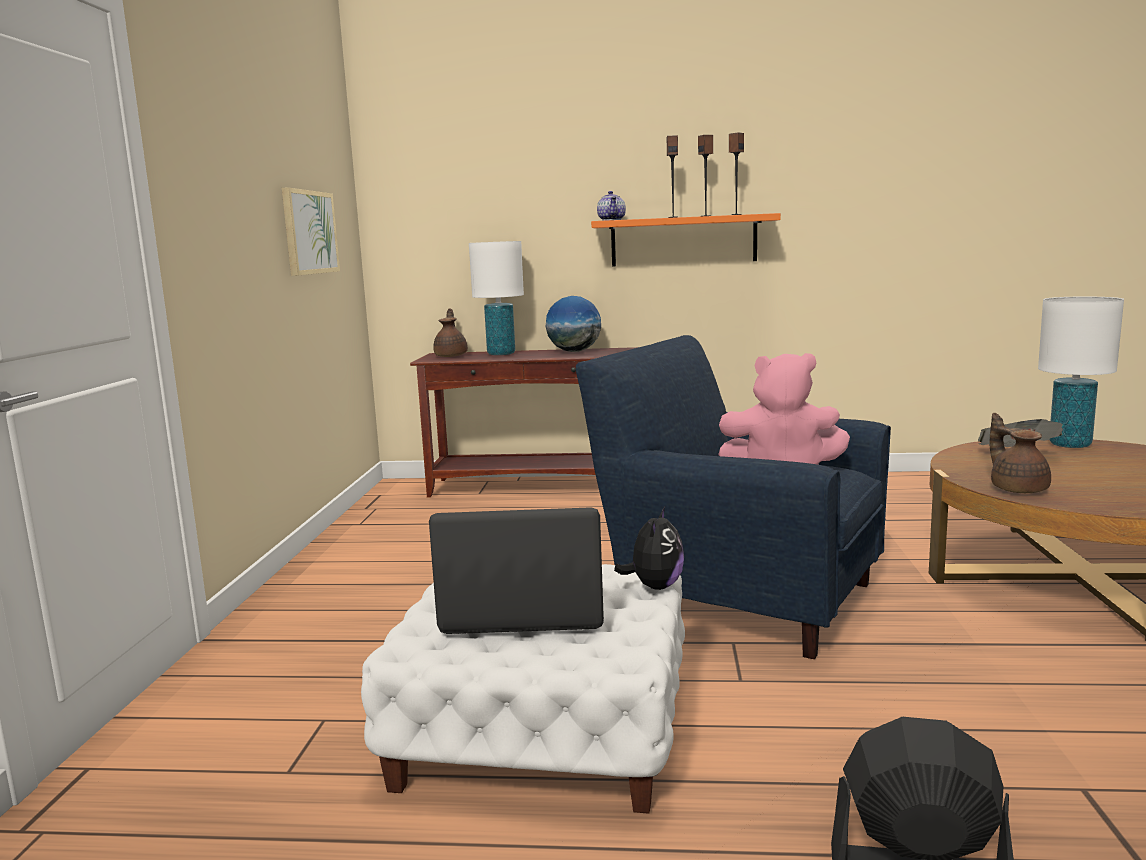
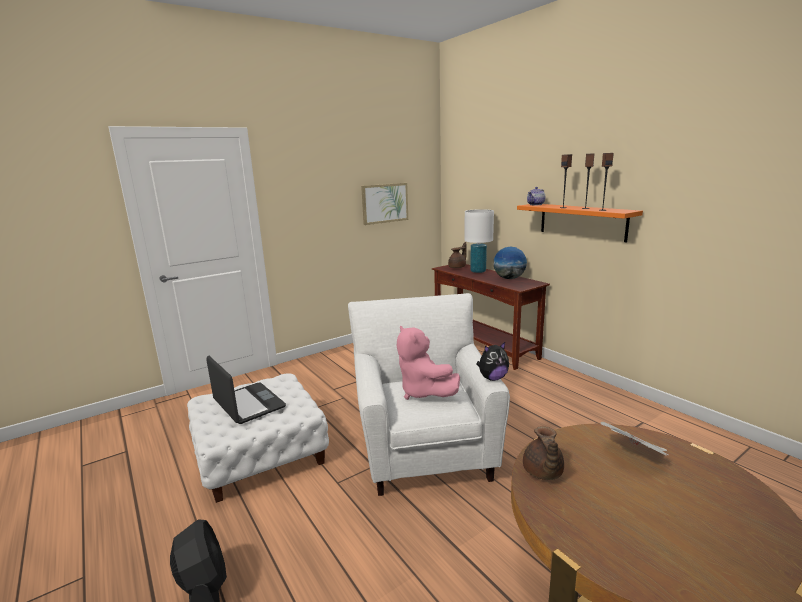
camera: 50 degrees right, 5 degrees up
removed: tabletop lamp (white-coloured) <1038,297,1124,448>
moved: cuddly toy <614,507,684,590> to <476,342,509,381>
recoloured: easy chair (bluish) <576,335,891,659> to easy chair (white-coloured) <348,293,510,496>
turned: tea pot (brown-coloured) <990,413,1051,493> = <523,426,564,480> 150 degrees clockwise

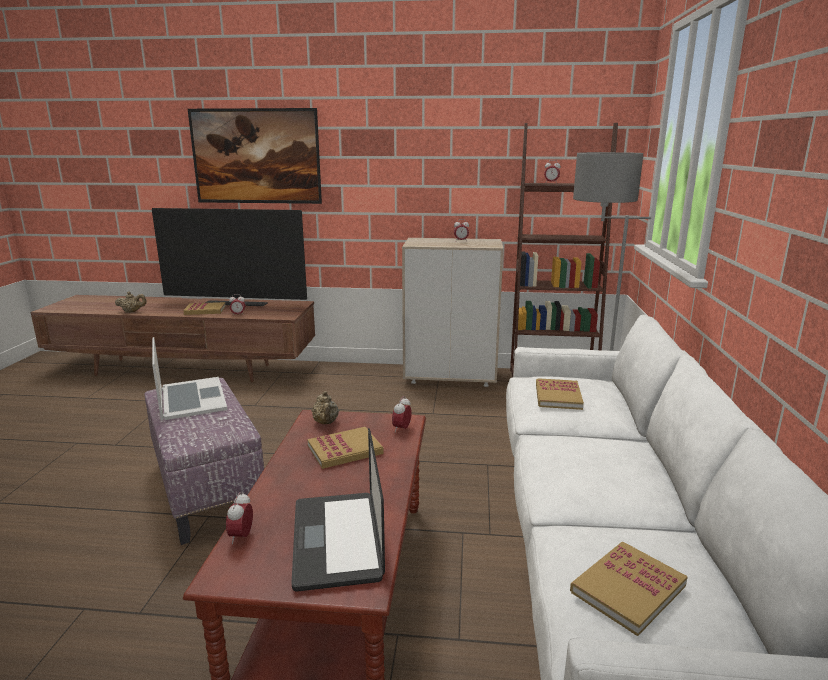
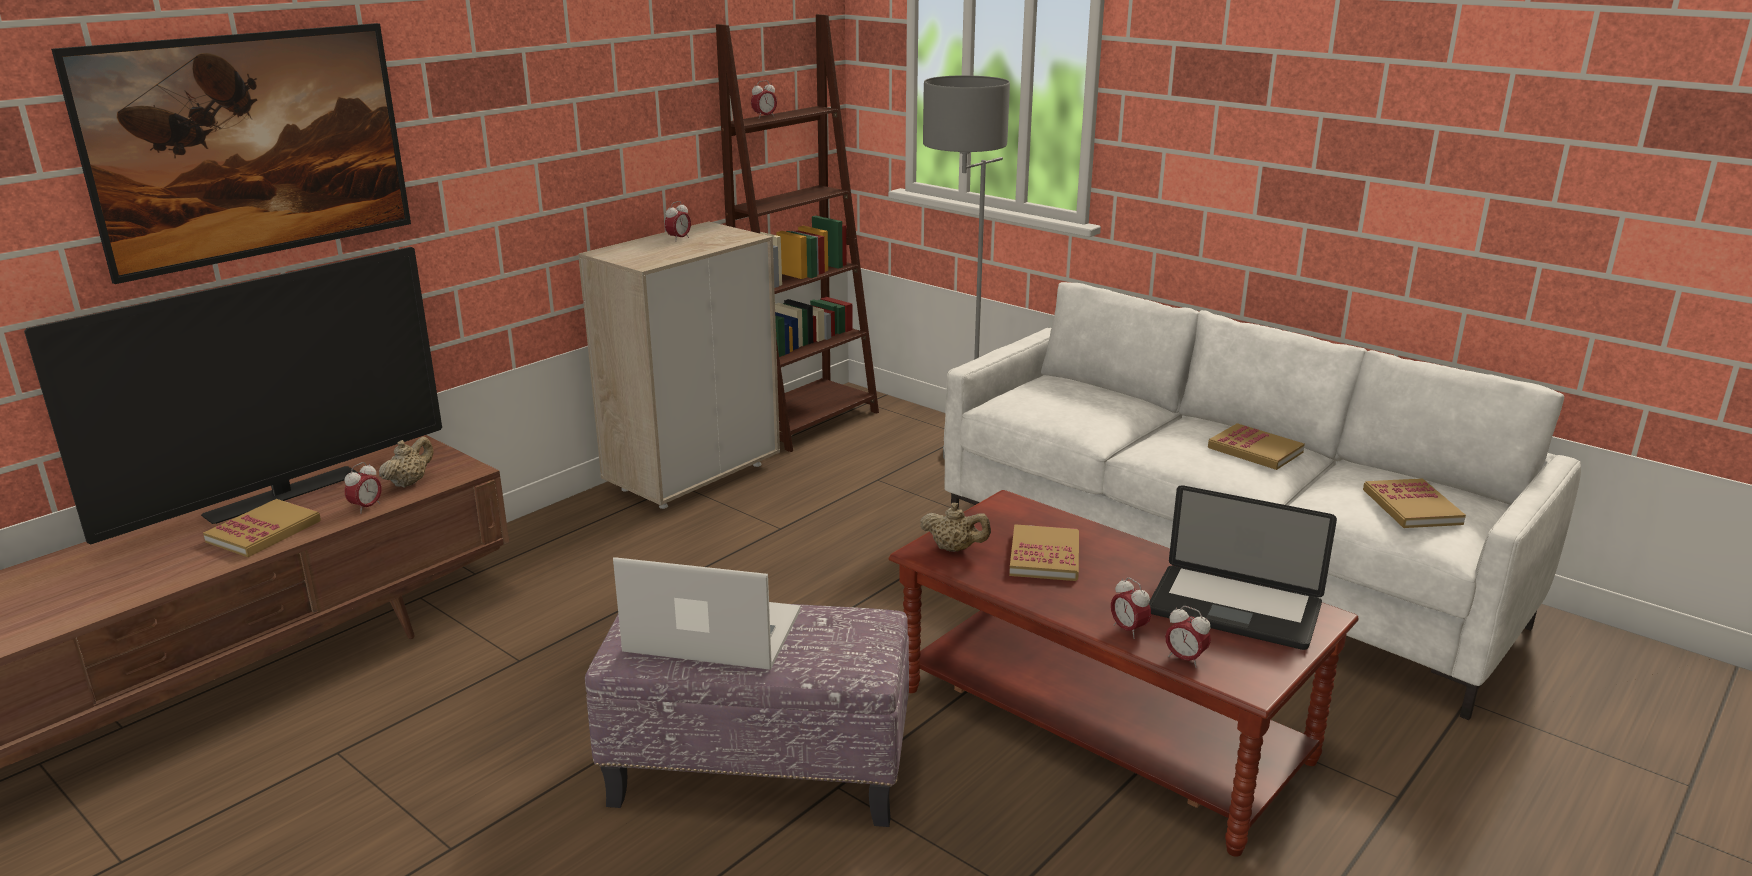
camera: 55 degrees left, 5 degrees up
moved: tea pot (beige-coloured) <115,291,147,313> to <379,437,433,488>; bound book <536,378,584,410> to <1208,423,1305,470>; table clock <392,396,412,433> to <1111,577,1151,639>

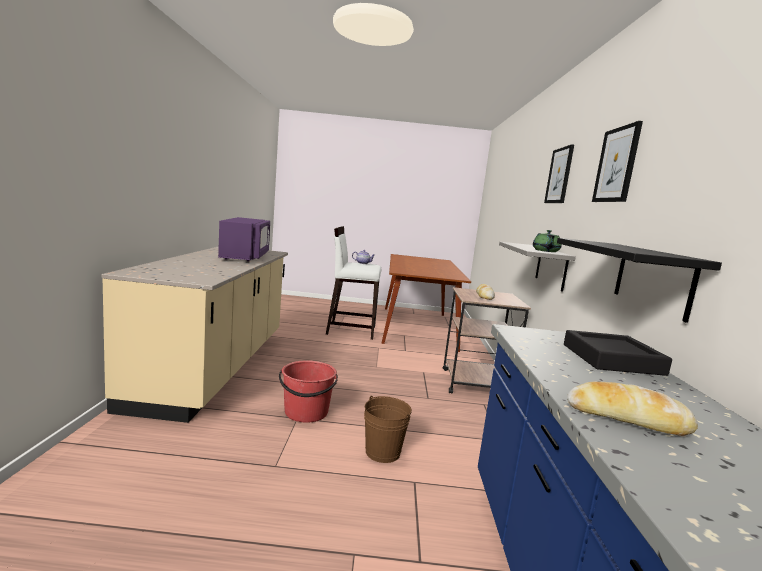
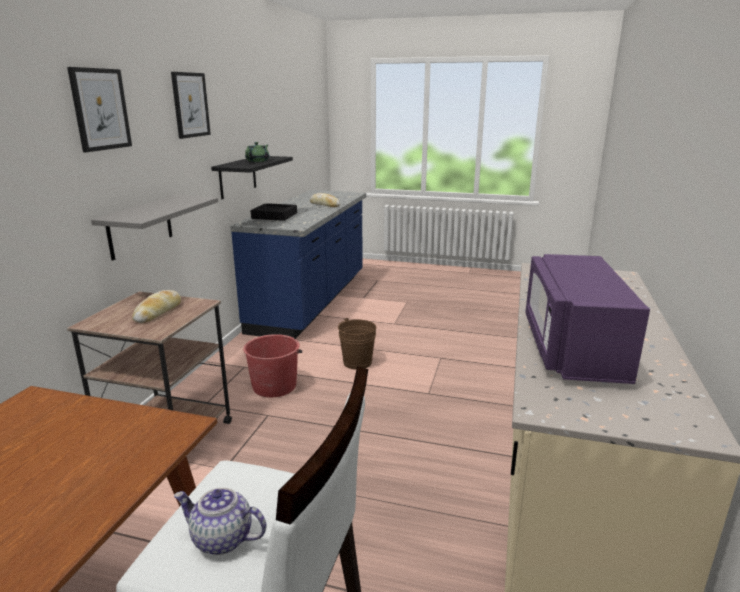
camera: 165 degrees left, 10 degrees up
moved: tea pot (greenish) <533,230,561,252> to <245,142,269,162>; water bucket (reddish) <279,360,338,423> to <243,334,302,397>

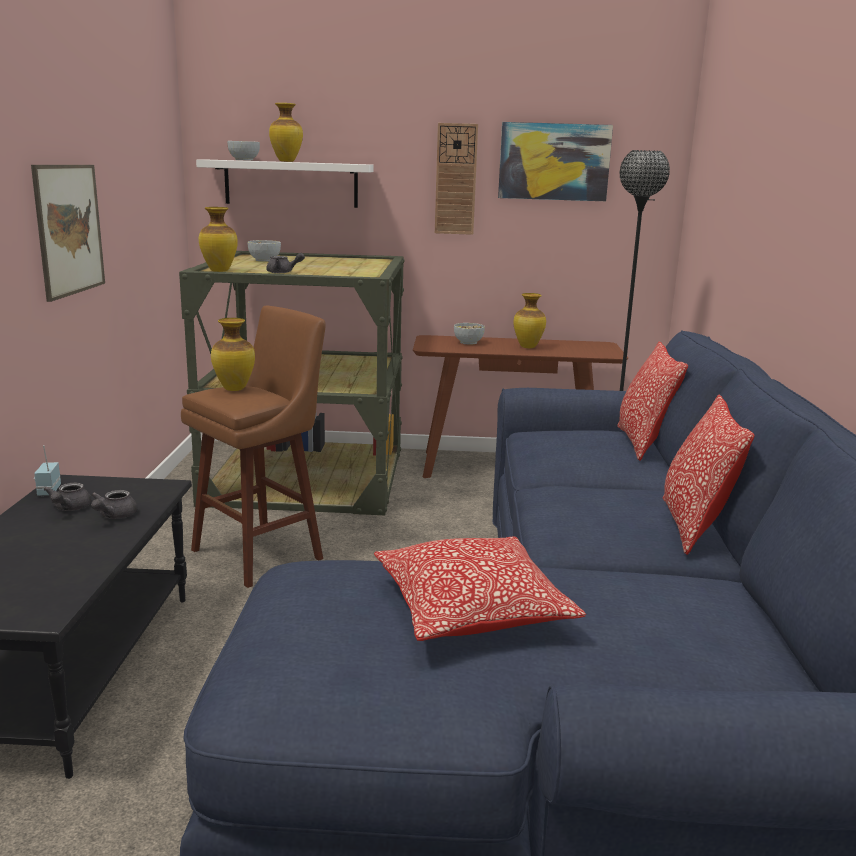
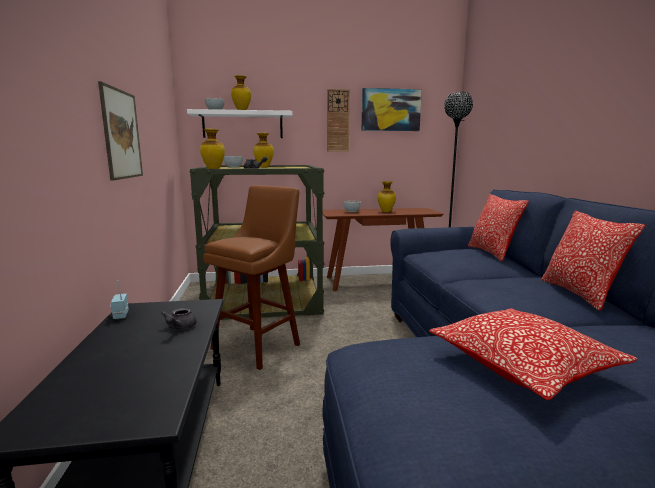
camera: 10 degrees left, 5 degrees down
removed: tea pot (greyish) <44,483,92,511>
moved: decorative vase <211,318,255,391> to <253,133,274,167>

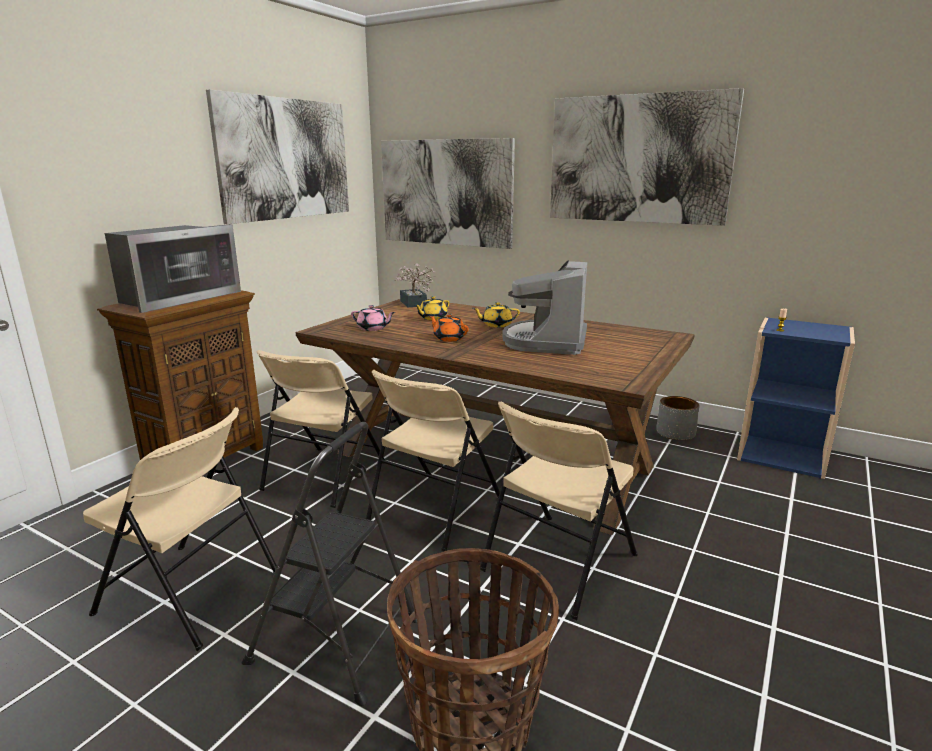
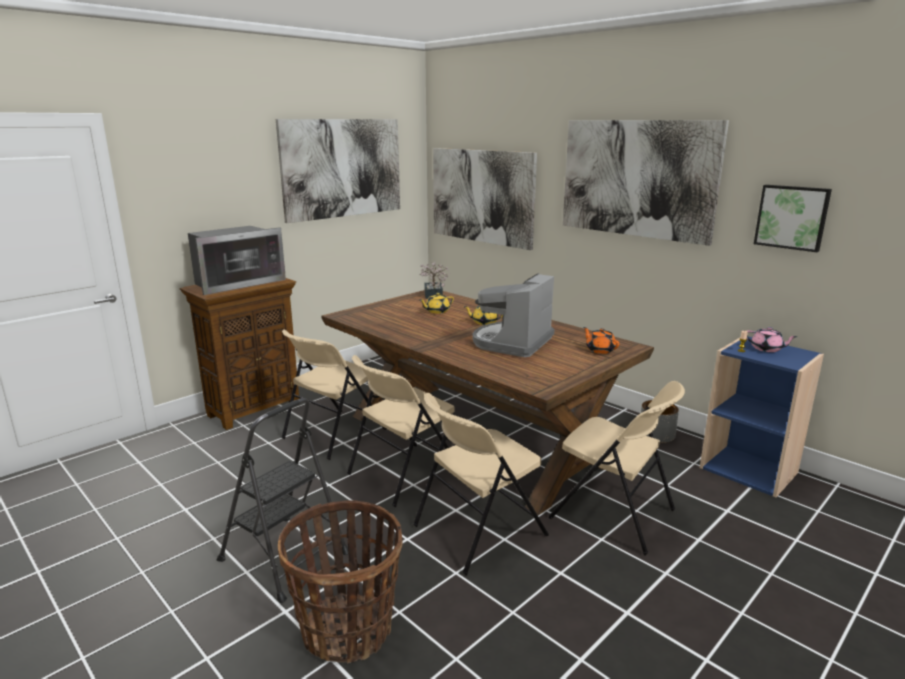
camera: 15 degrees right, 0 degrees up
added: wall art <754,185,832,252>
moved: tea pot (pink) <351,305,395,331> to <747,327,797,352>; tea pot (orange) <429,314,469,342> to <583,327,619,354>; plain chair (beige-coloured) <83,407,277,651> to <549,381,685,556>

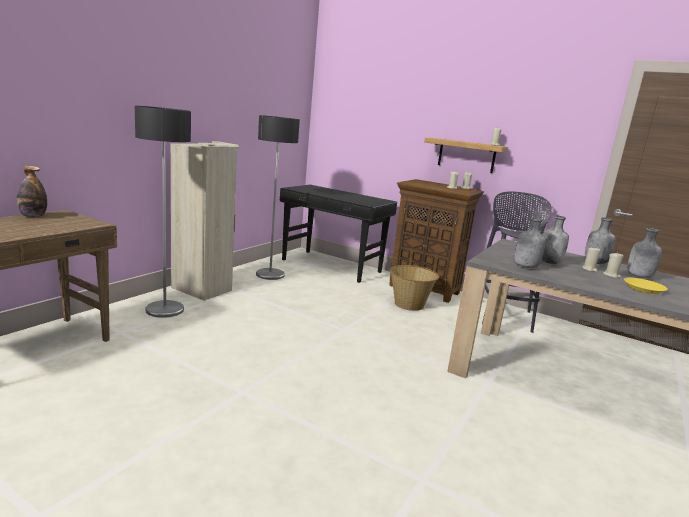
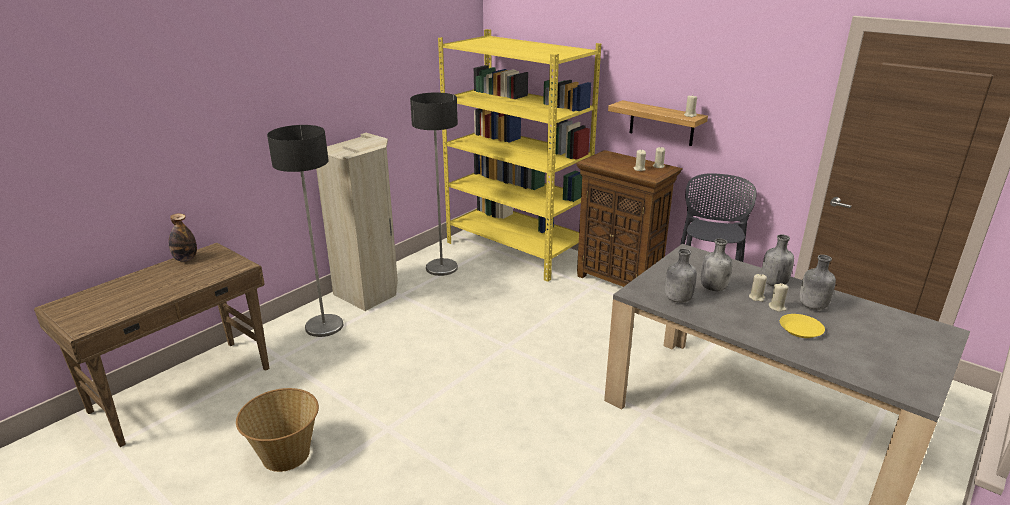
camera: 10 degrees right, 10 degrees up
moved: household basket <390,265,439,311> to <236,388,319,472>
replaced: hall table (black) <280,185,397,283> to bookshelf (yellow) <438,29,601,282>

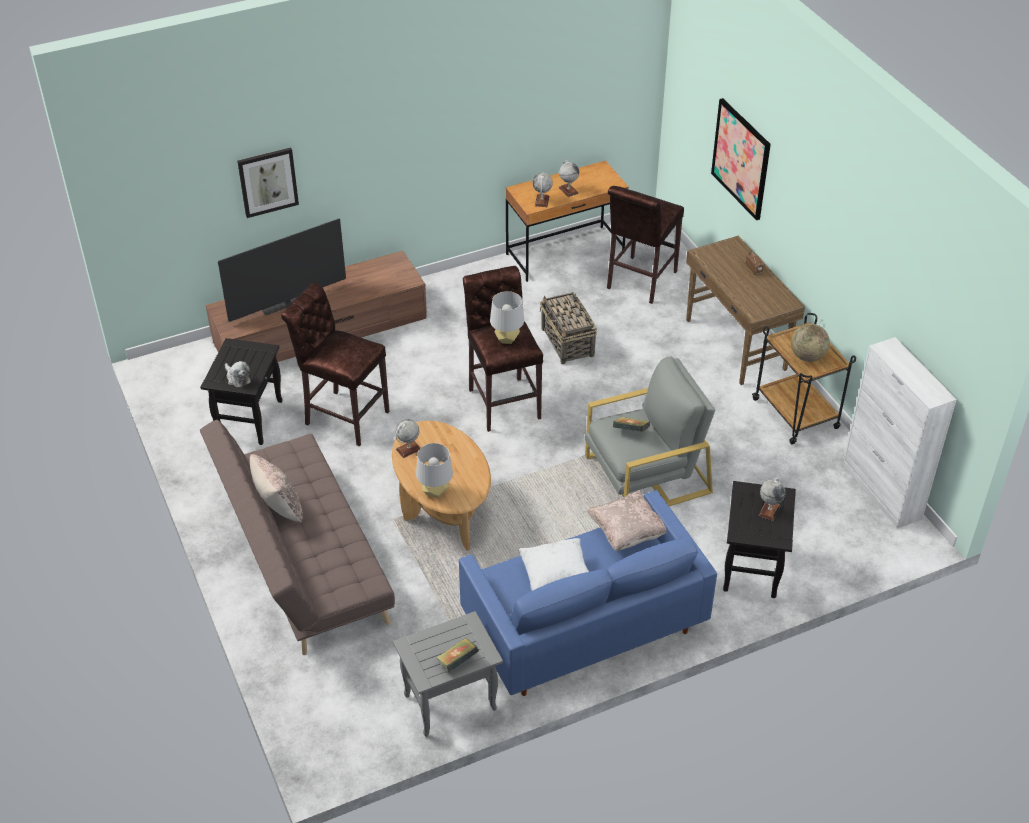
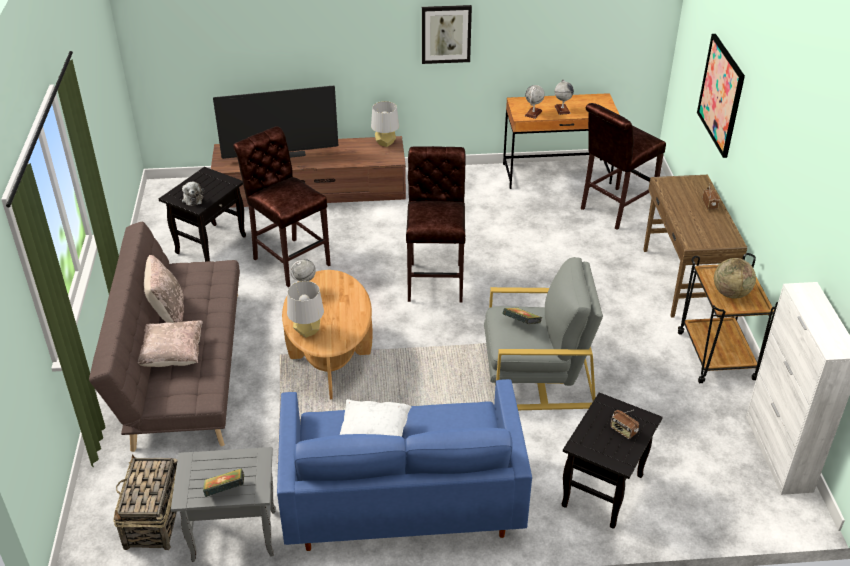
camera: 20 degrees right, 5 degrees down
moved: wall art <237,148,299,218> to <422,5,472,64>; tabletop lamp (greyish) <490,291,524,344> to <371,101,399,147>; household basket <540,292,597,364> to <113,454,177,550>; throw pillow (beige-coloured) <587,490,667,551> to <138,320,203,367>
replaced: globe <759,478,785,521> to radio set <610,410,639,439>

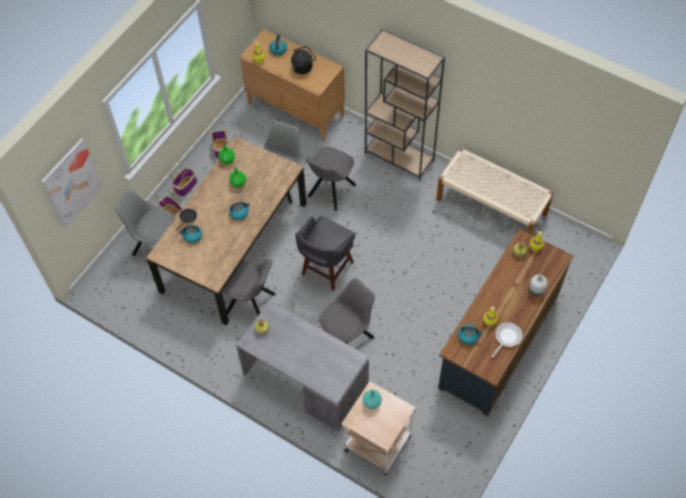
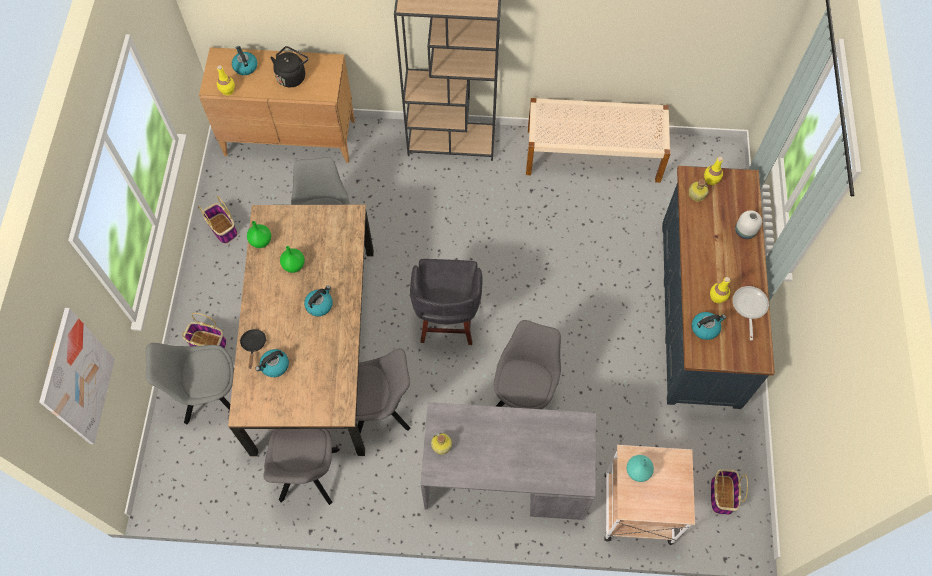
camera: 30 degrees left, 5 degrees up
moved: plain chair (greyish) <306,147,356,211> to <263,429,340,505>; household basket <170,161,197,197> to <711,469,748,515>

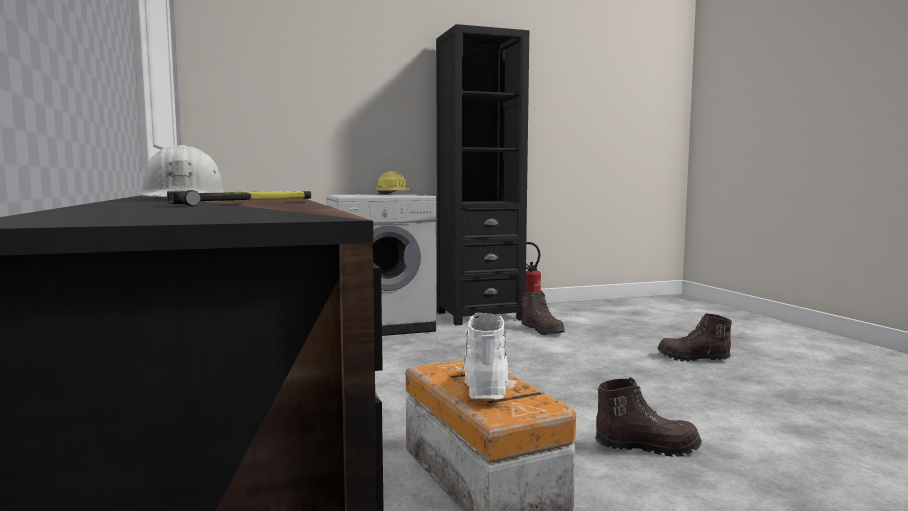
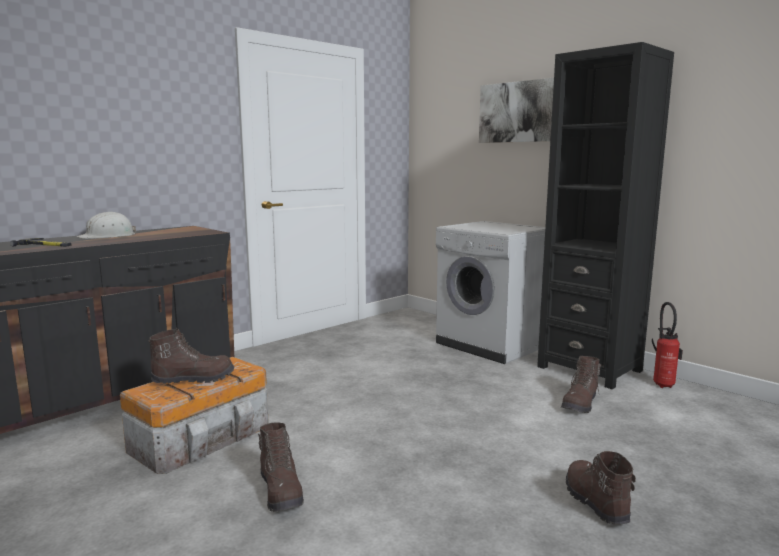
camera: 65 degrees right, 5 degrees up
removed: hard hat <375,171,412,194>
added: wall art <479,78,554,143>
recoloured: tall boot (white-coloured) <459,313,509,399> to tall boot (brown-coloured) <149,328,234,384>

